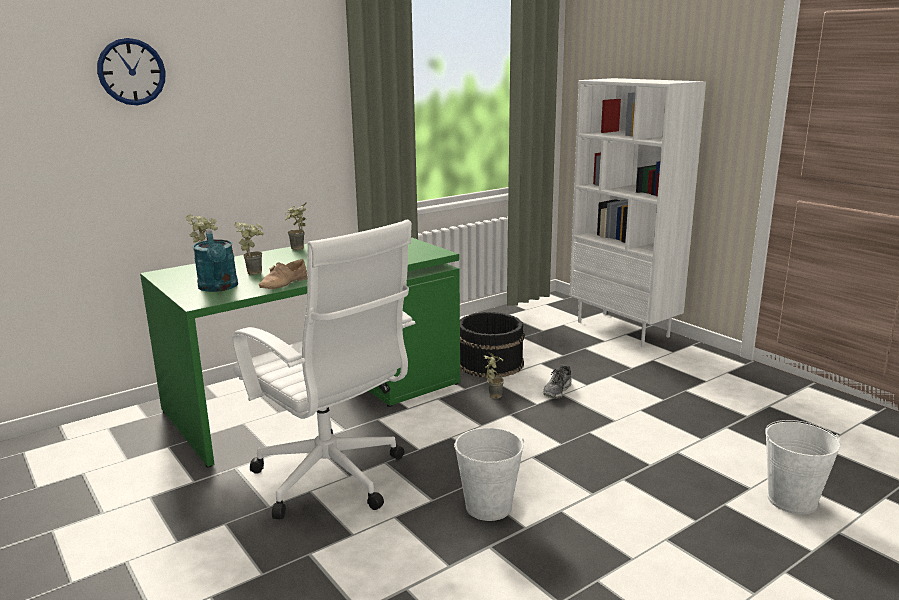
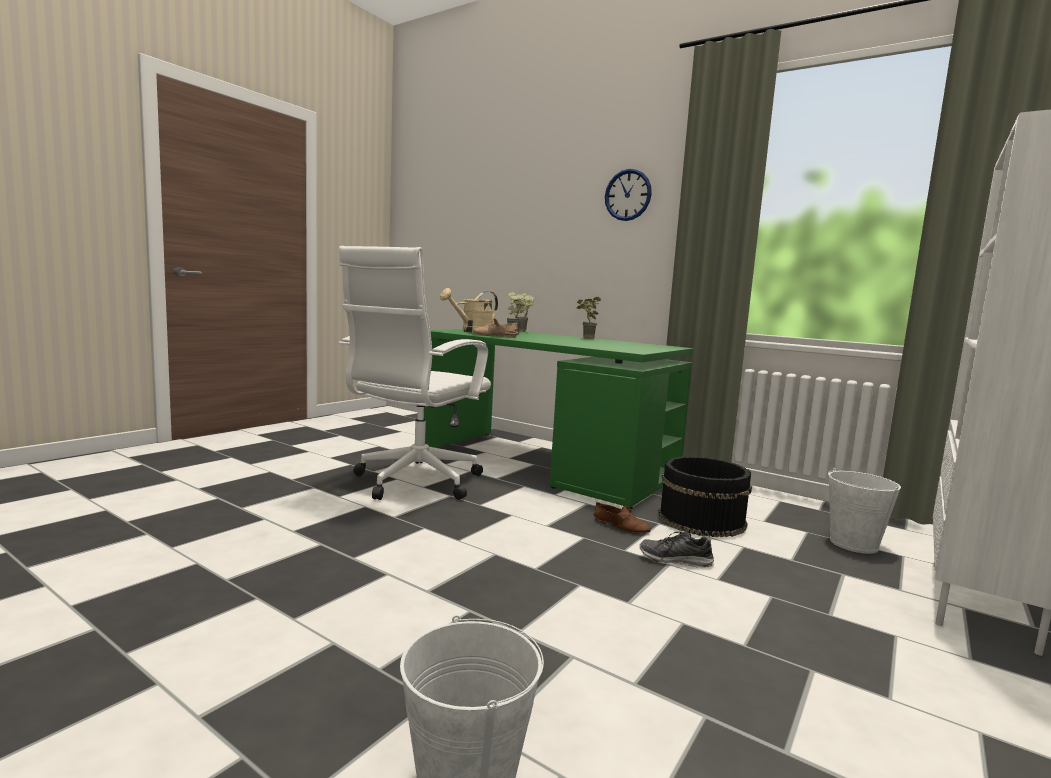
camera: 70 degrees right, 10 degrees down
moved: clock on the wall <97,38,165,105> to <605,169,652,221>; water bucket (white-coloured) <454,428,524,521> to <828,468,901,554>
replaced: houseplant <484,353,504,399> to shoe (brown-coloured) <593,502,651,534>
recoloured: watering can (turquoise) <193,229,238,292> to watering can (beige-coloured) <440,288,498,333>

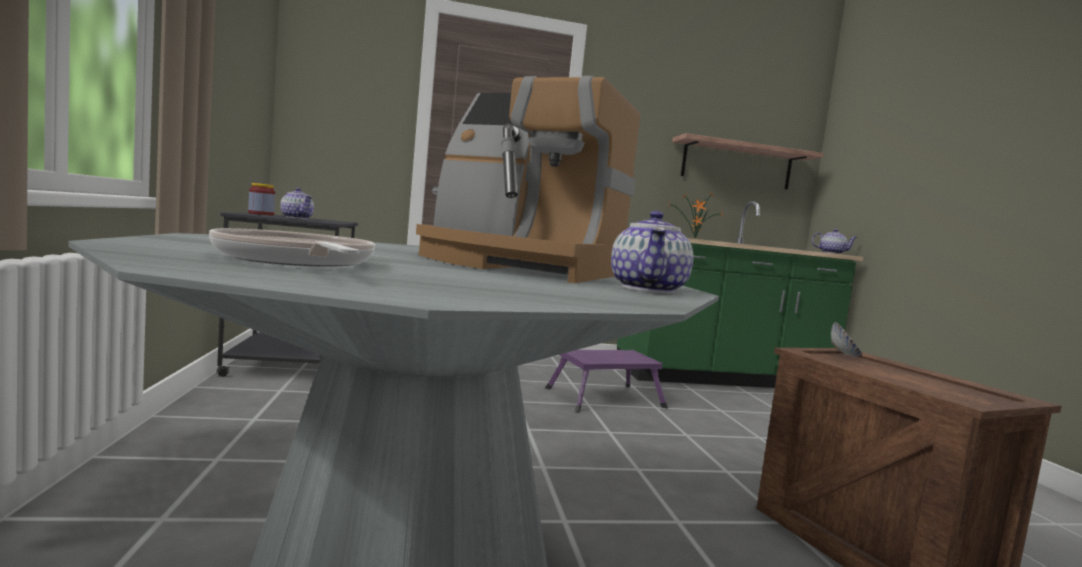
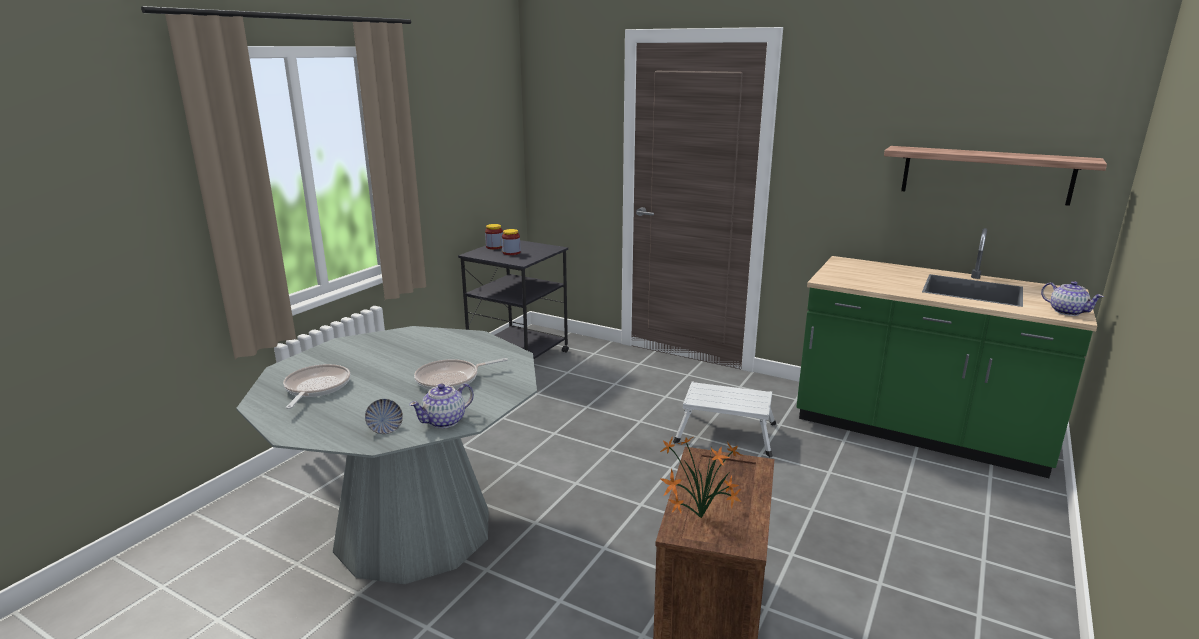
camera: 40 degrees right, 15 degrees up
moved: houseplant <669,193,723,238> to <660,436,741,518>; deep dish <831,322,863,356> to <365,399,403,434>
replaced: coffee brewer <416,76,640,283> to skillet <414,358,508,390>; tea pot <280,188,314,219> to jar <502,229,521,255>
recoloured: step ladder (purple) <545,350,668,413> to step ladder (white-coloured) <673,382,776,457>

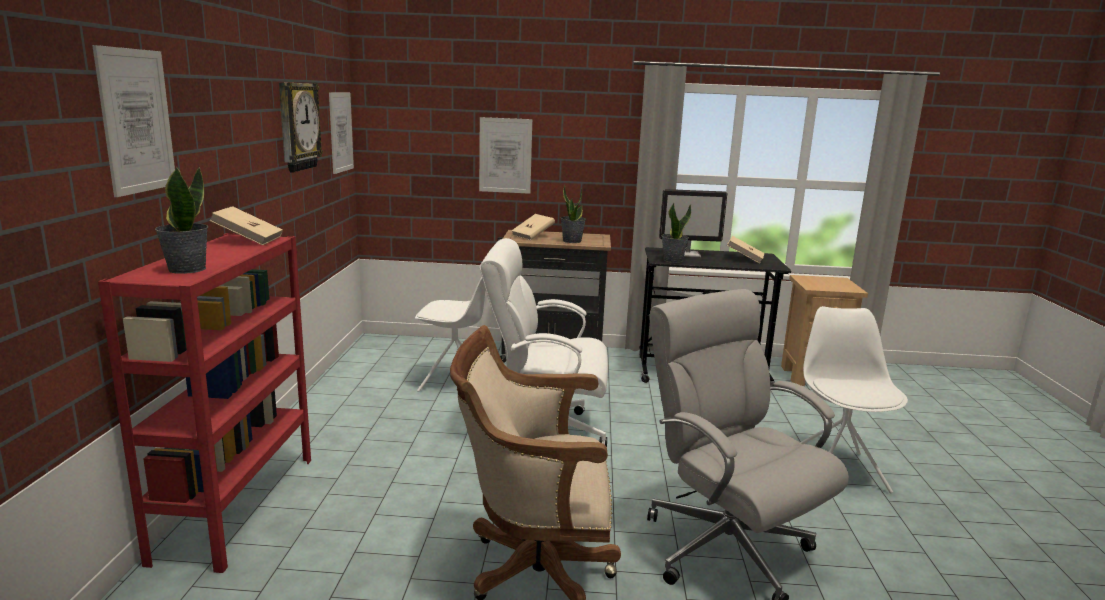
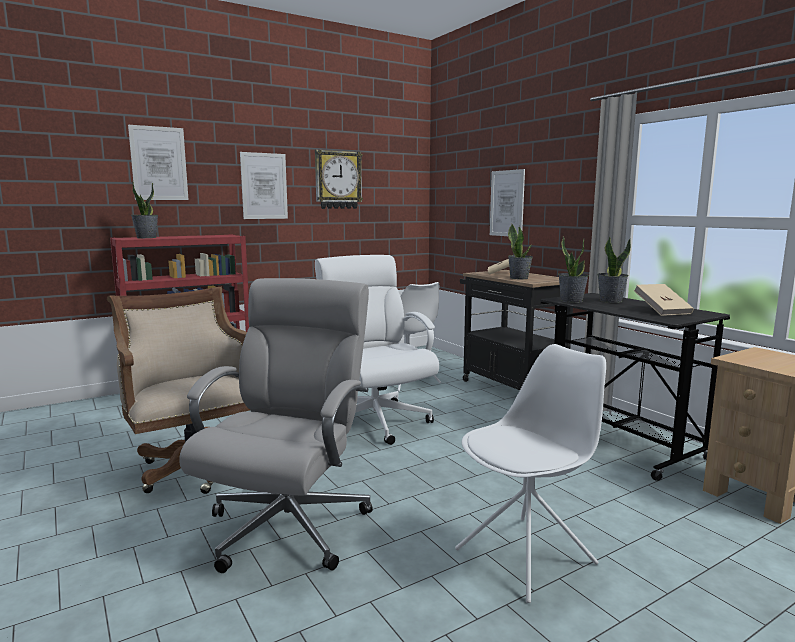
camera: 55 degrees right, 5 degrees down
removed: bound book (beige-coloured) <209,206,283,245>
moved: wall art <329,93,354,174> to <240,152,288,219>
replaced: computer screen <659,189,727,257> to houseplant <597,236,631,303>

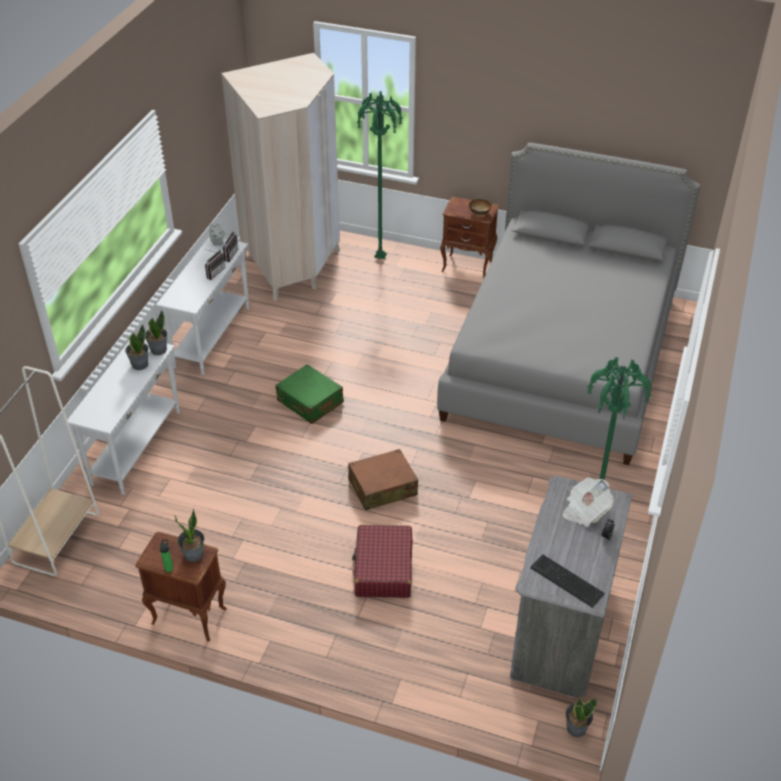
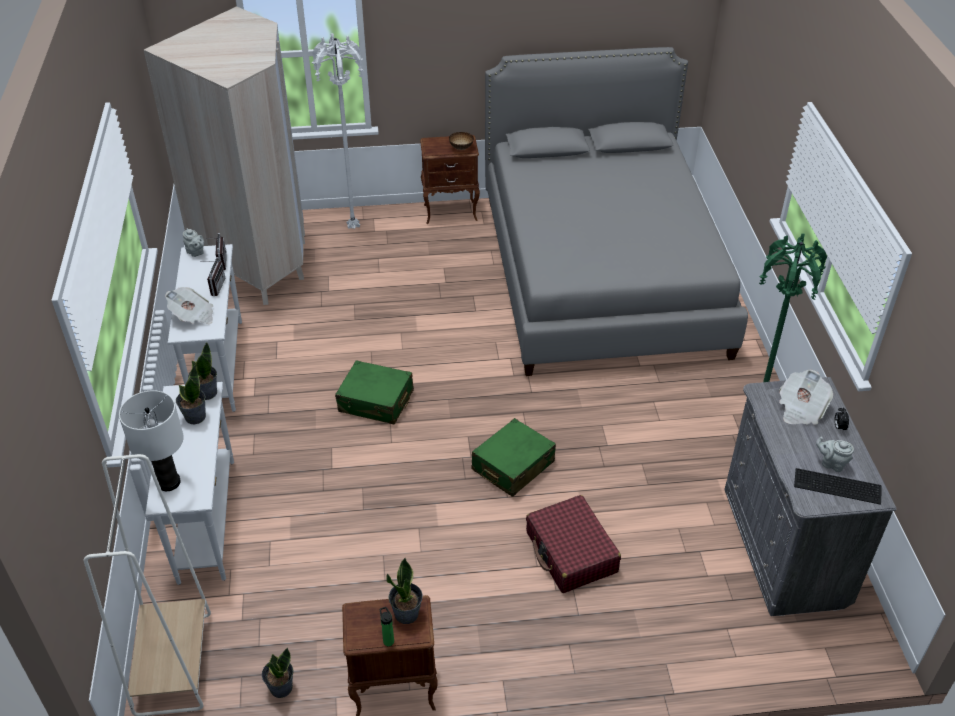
camera: 25 degrees left, 0 degrees up
added: printed paper <165,287,214,324>; tabletop lamp (white-coloured) <119,390,184,491>; tea pot (greyish) <816,437,854,472>
moved: houseplant <565,698,597,737> to <262,648,294,698>
recoloured: standard lamp (greenish) <356,91,403,260> to standard lamp (white-coloured) <312,33,363,229>; piece of luggage (brown-coloured) <348,449,418,510> to piece of luggage (greenish) <472,418,556,497>

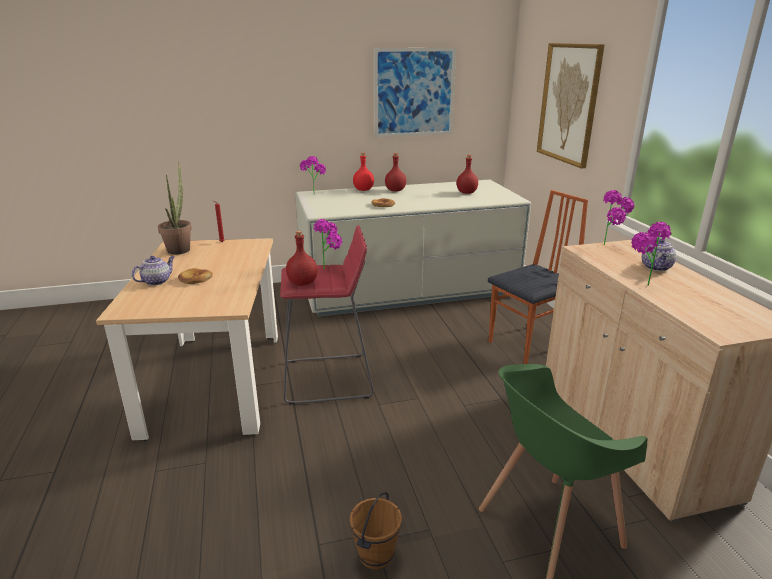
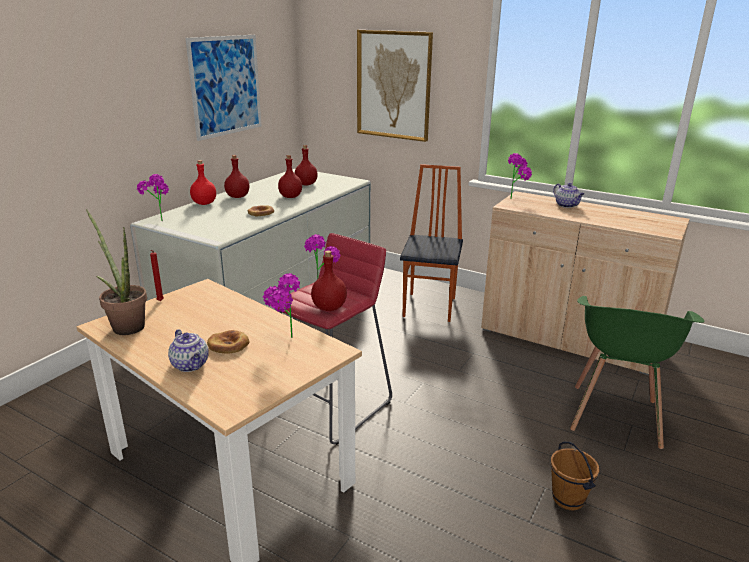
camera: 45 degrees left, 0 degrees up
added: drink bottle (reddish) <278,155,302,198>
moved: houseplant <631,222,671,286> to <263,273,300,338>
turned: tea pot <132,256,175,286> = <168,329,209,372> 150 degrees clockwise

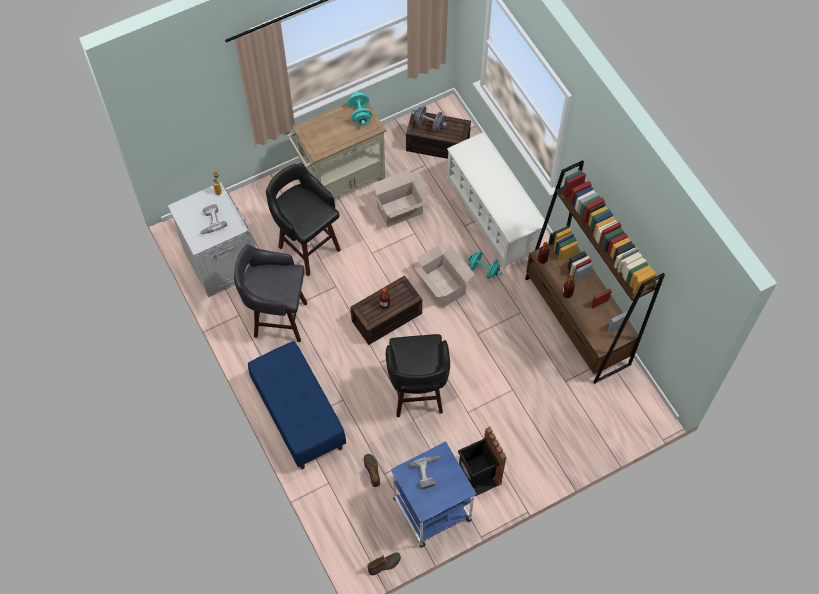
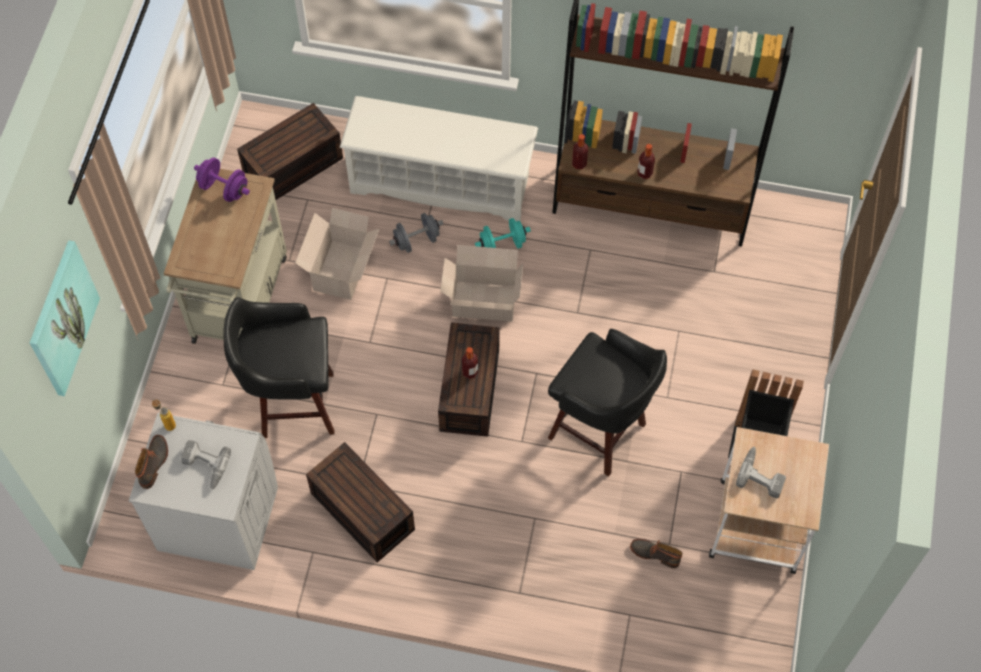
camera: 50 degrees left, 0 degrees up
removed: indoor bench (bluish) <248,341,346,469>
added: wall art <30,240,100,396>
moved: dumbbell (greyish) <412,106,447,131> to <389,213,443,253>; tall boot <367,553,401,575> to <135,435,168,489>
replaced: stool (greyish) <234,244,307,342> to storage container (brown-coloured) <306,442,415,563>
recoloured: dumbbell (turquoise) <348,92,372,125> to dumbbell (purple) <194,158,250,202>; cart (bluish) <391,441,477,548> to cart (beige-coloured) <709,427,829,574>

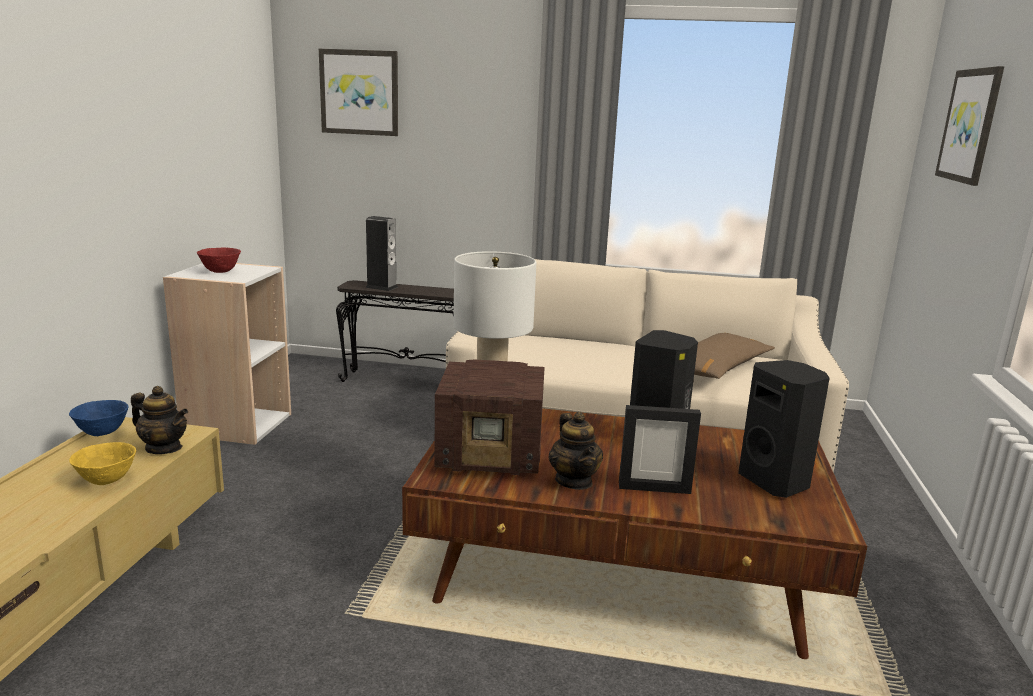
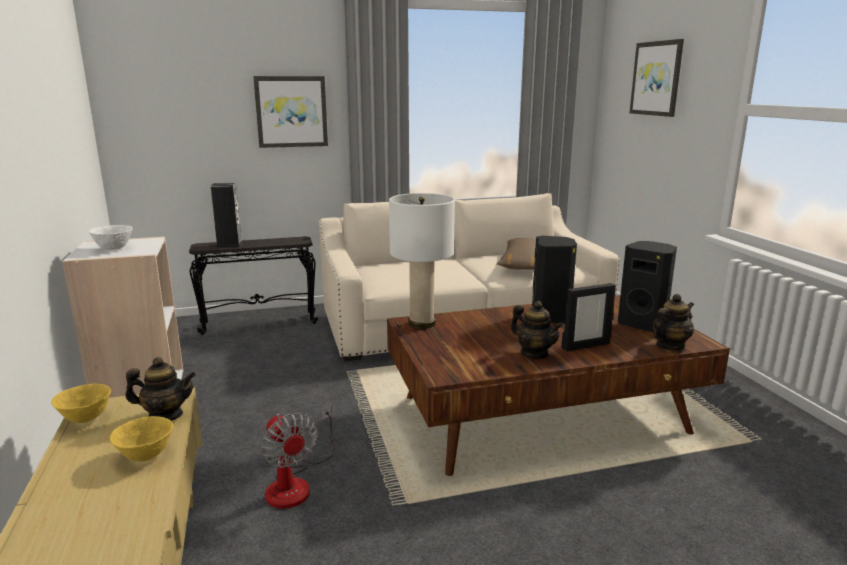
camera: 25 degrees left, 0 degrees up
removed: radio set <434,359,545,475>
added: tea pot <653,294,694,350>; fan <262,403,335,509>
moved: wall art <319,49,398,136> to <253,76,328,148>
recoloured: deep dish (reddish) <197,247,241,273> to deep dish (white-coloured) <89,225,133,250>; deep dish (bluish) <69,400,129,436> to deep dish (yellow) <51,384,111,423>

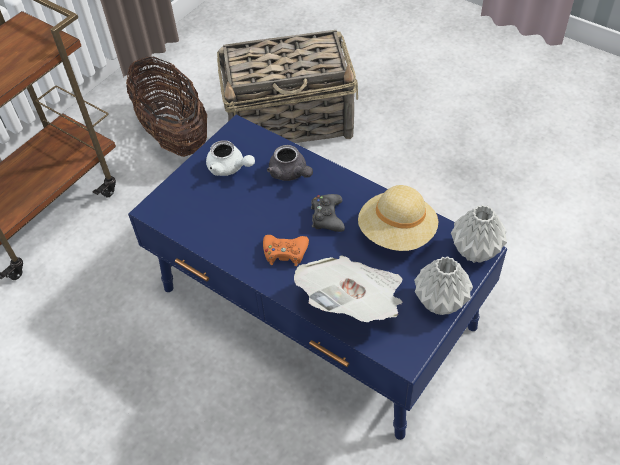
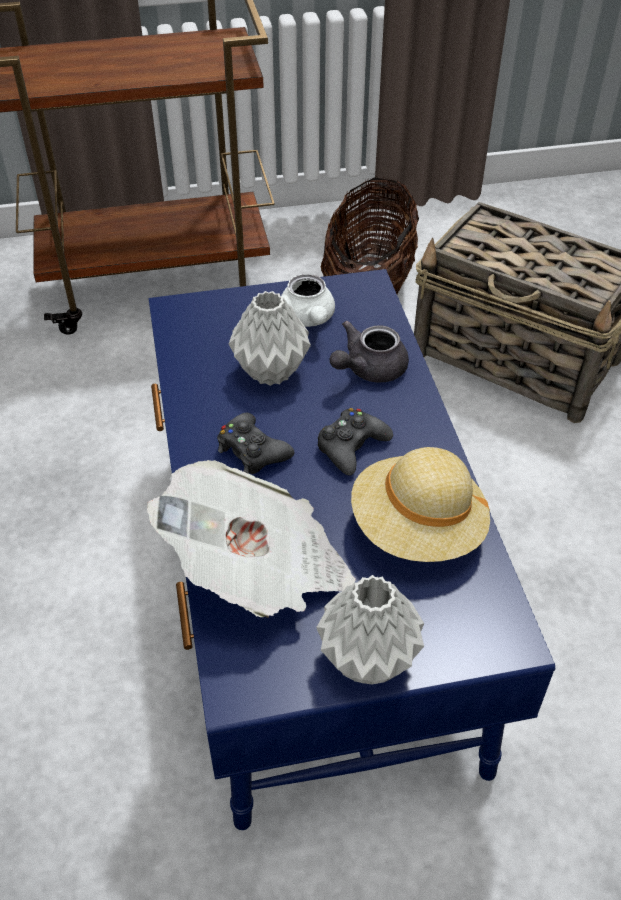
camera: 40 degrees right, 5 degrees down
moved: decorative vase (greyish) <451,205,507,263> to <229,291,311,386>
recoloured: gamepad (orange) <263,235,309,266> to gamepad (black) <217,413,295,474>
turned: tea pot (greyish) <267,145,313,181> = <330,321,409,383> 45 degrees clockwise

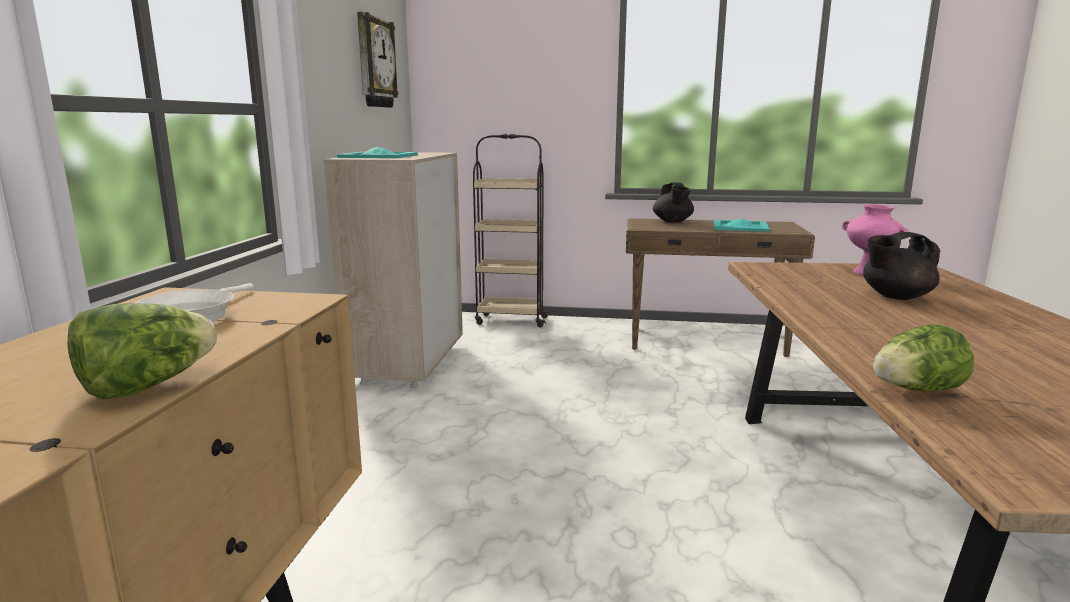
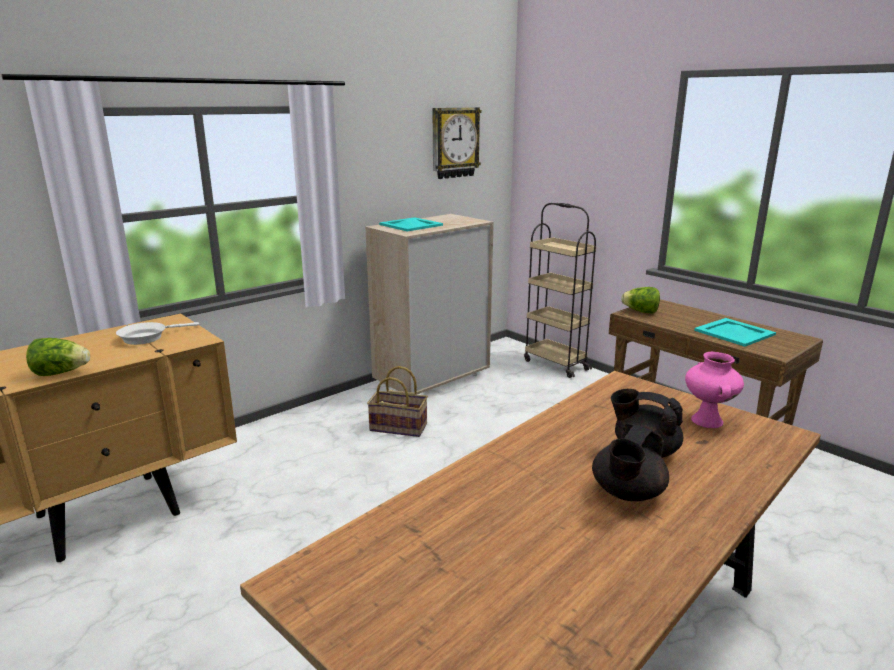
camera: 40 degrees right, 5 degrees up
added: household basket <367,366,428,437>
moved: tea pot (black) <653,182,694,223> to <592,423,669,501>; lettuce <873,324,974,392> to <621,287,660,314>

